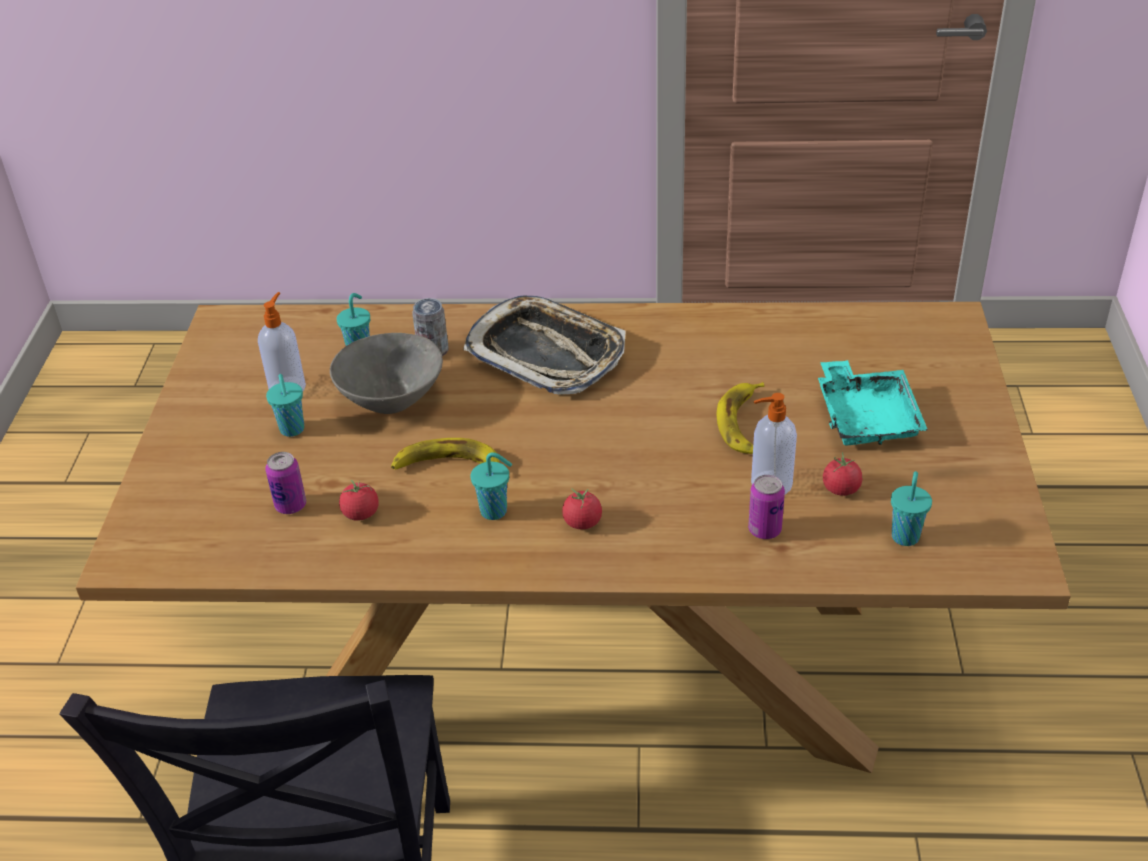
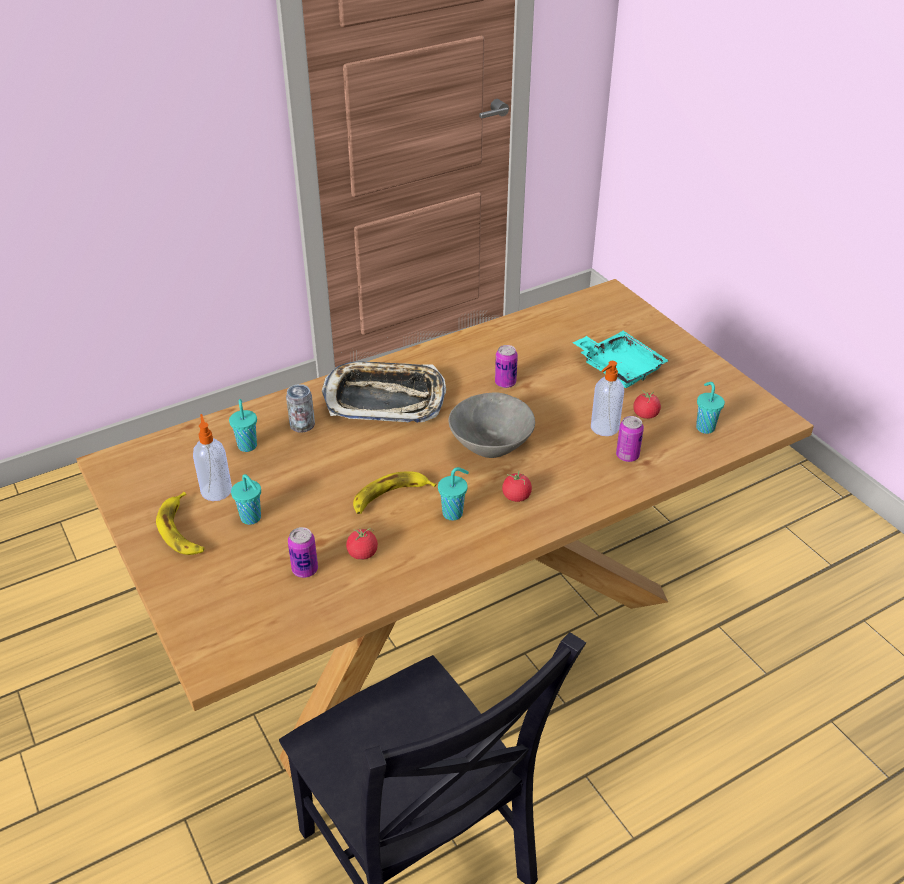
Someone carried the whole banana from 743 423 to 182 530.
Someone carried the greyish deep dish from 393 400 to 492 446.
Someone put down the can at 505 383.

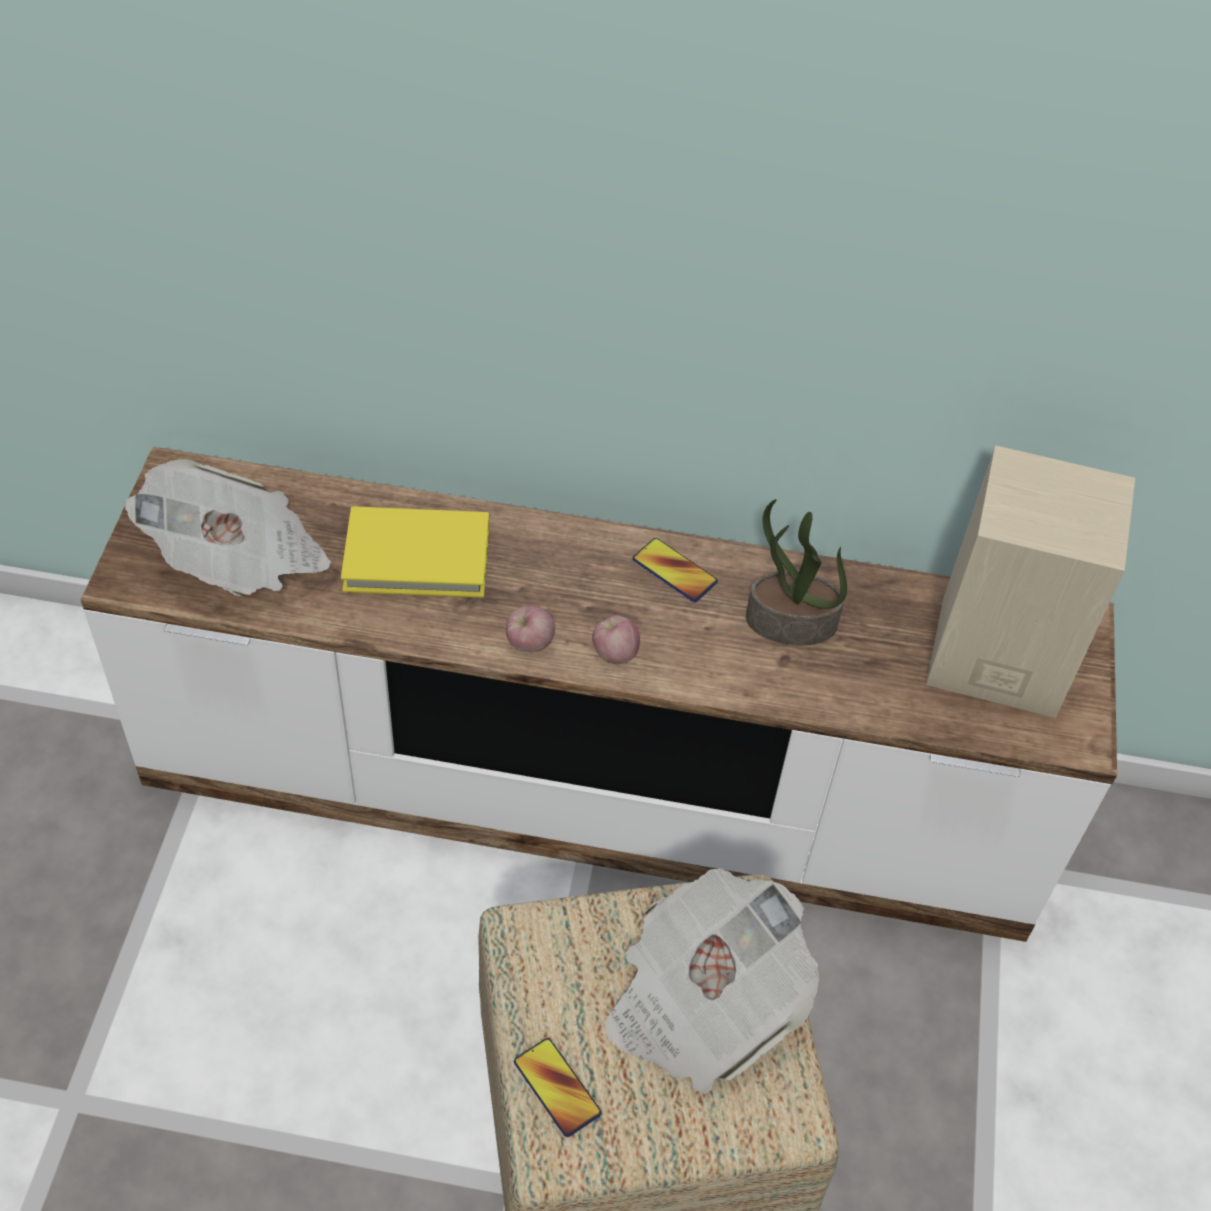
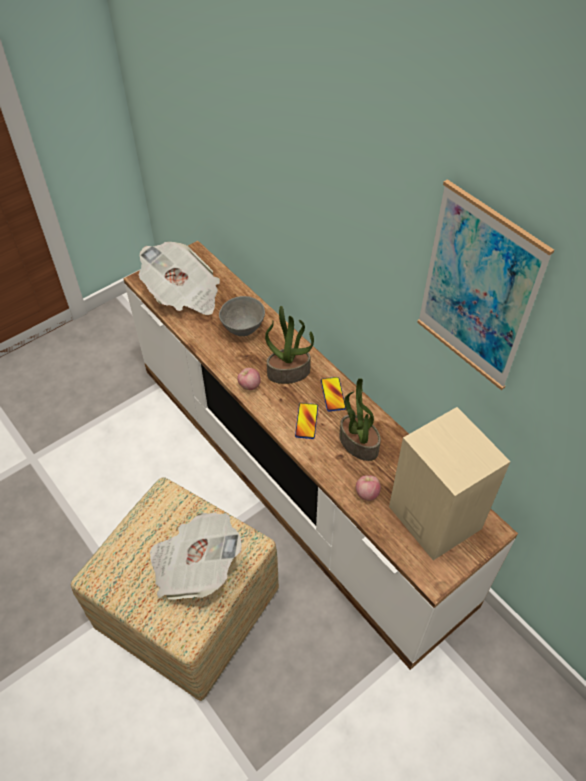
Someone swapped the yellowish volume at 417 557 for the greyish deep dish at 243 330.
Someone put down the plant in a pot at 289 372.
Someone carried the phone from 557 1088 to 306 421.
Someone carried the apple fruit from 614 653 to 367 493.
Someone put up the wall picture at 477 290.

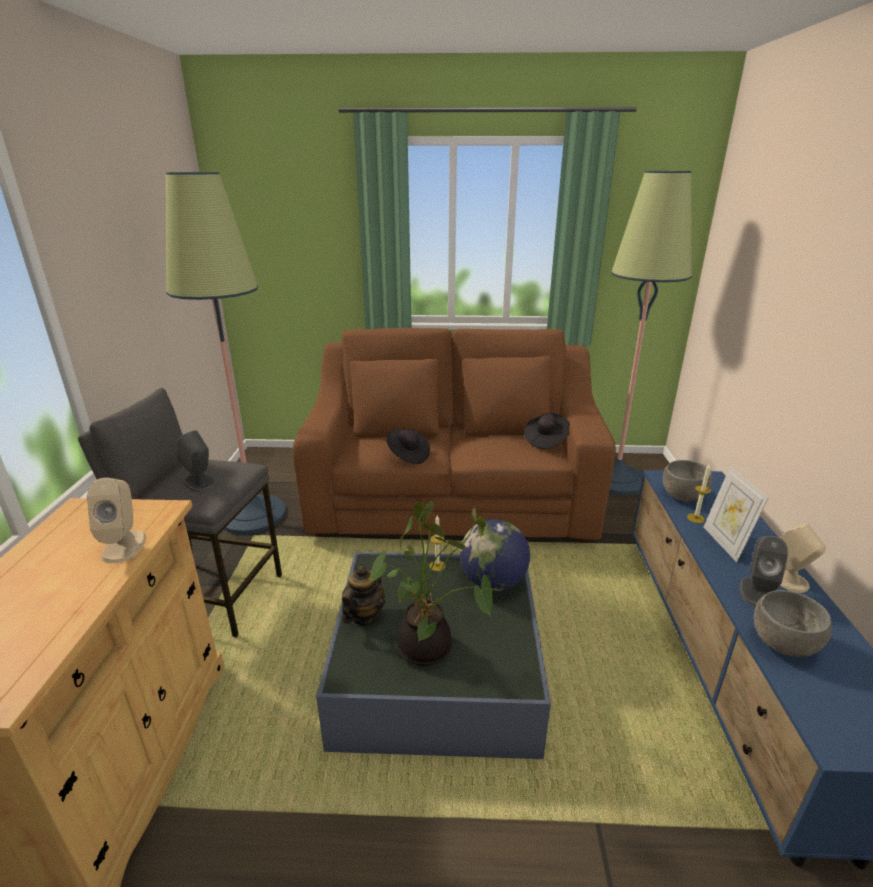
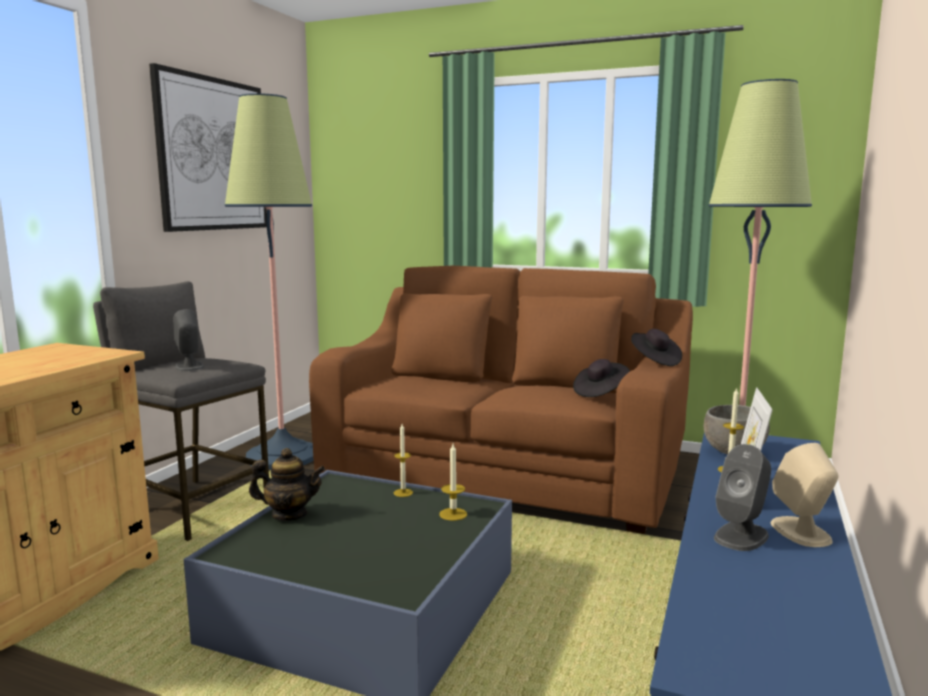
Someone put up the wall picture at 213 154.
Someone rotated the pot for tea at 364 615 by 45 degrees clockwise.
Someone swapped the world globe at 493 582 for the candle at 453 514.
Someone carried the black clothing hat from 408 455 to 654 361.
Someone took away the beige-coloured audio speaker at 124 546.
Someone took away the plant in a pot at 429 649.
Someone took away the greyish deep dish at 782 643.

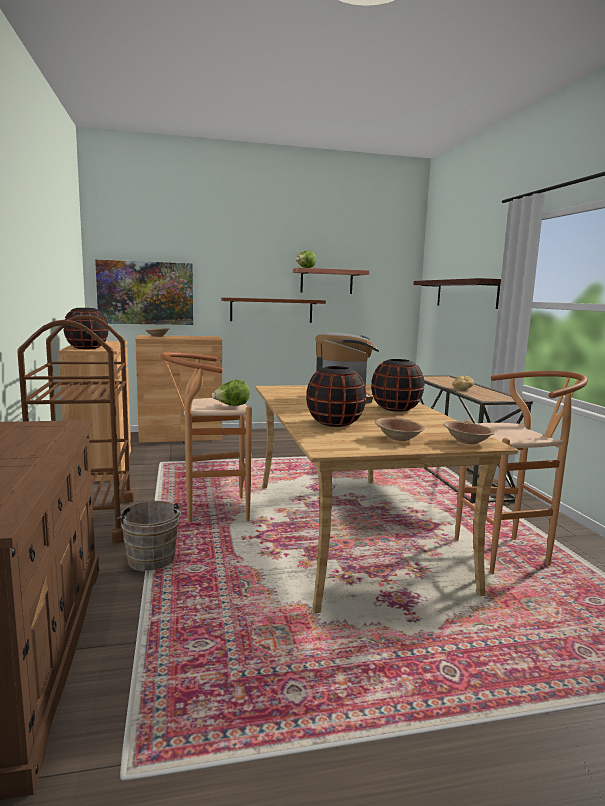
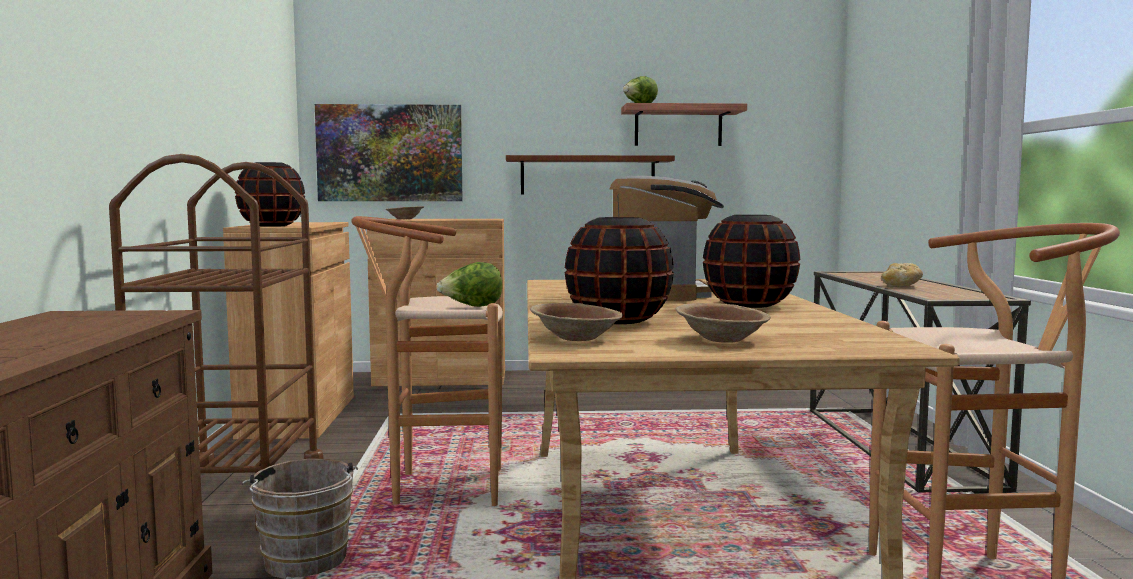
Someone carried the brownish deep dish from 467 441 to 576 338.
Someone took away the wall shelf at 466 293.

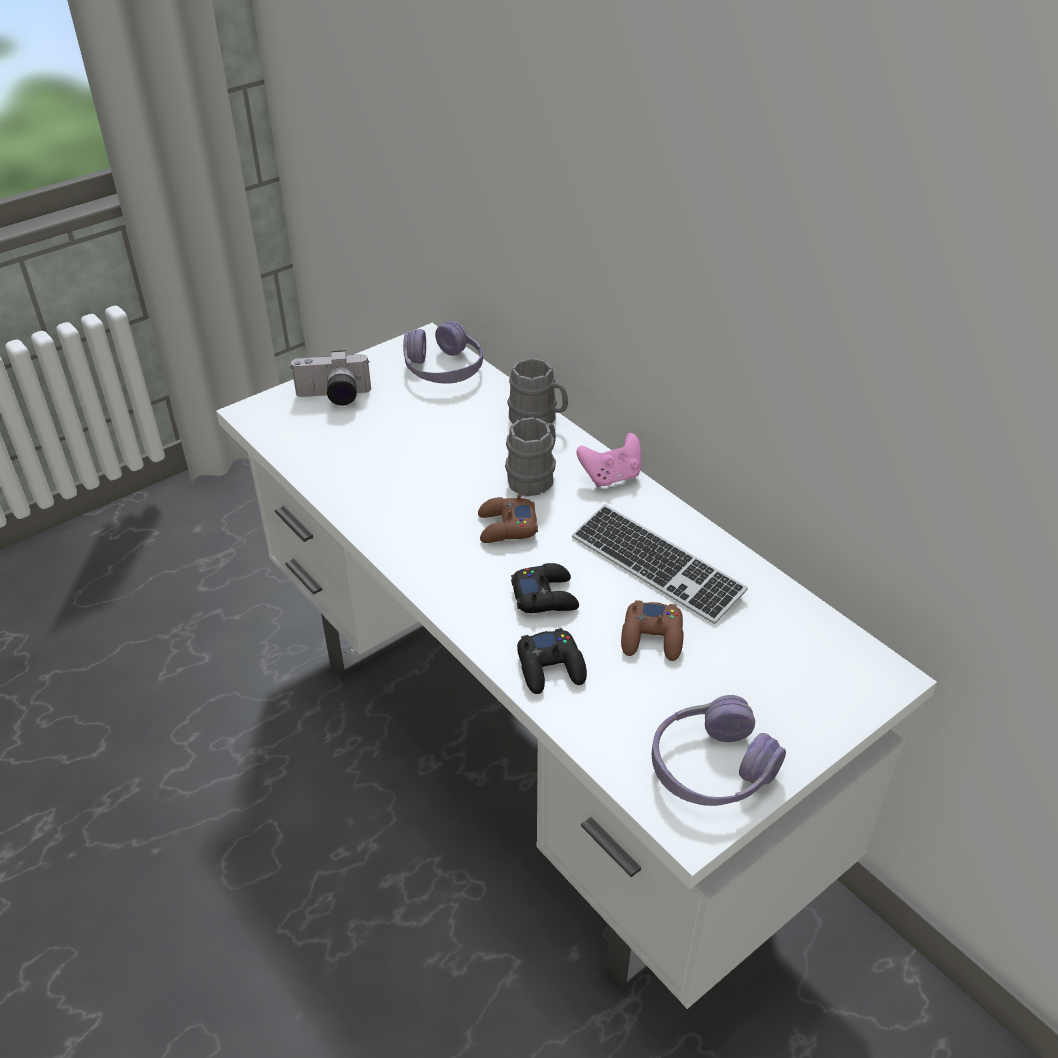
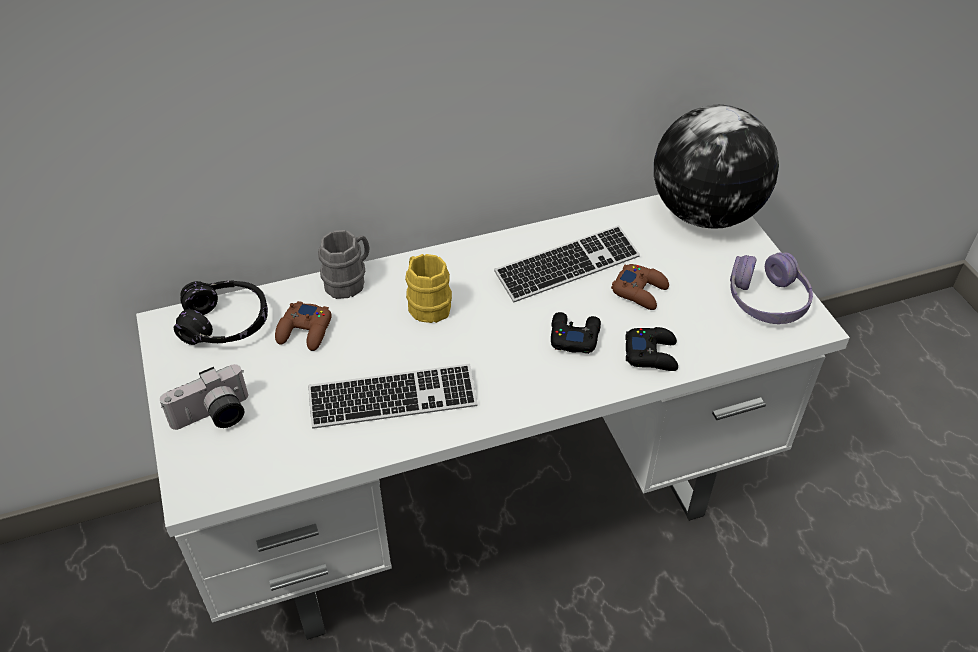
Someone rotated the still camera at 333 397 by 45 degrees clockwise.
Someone repainted the purplish headphones at 443 369, which became the black headphones at 225 323.
Someone carried the brownish game controller from 506 527 to 305 331.
Someone put down the keyboard at 393 399.
Someone repainted the greyish mug at 534 477, which became the yellowish mug at 426 304.
Someone put down the world globe at 704 214.
Someone took away the pinkish game controller at 611 477.

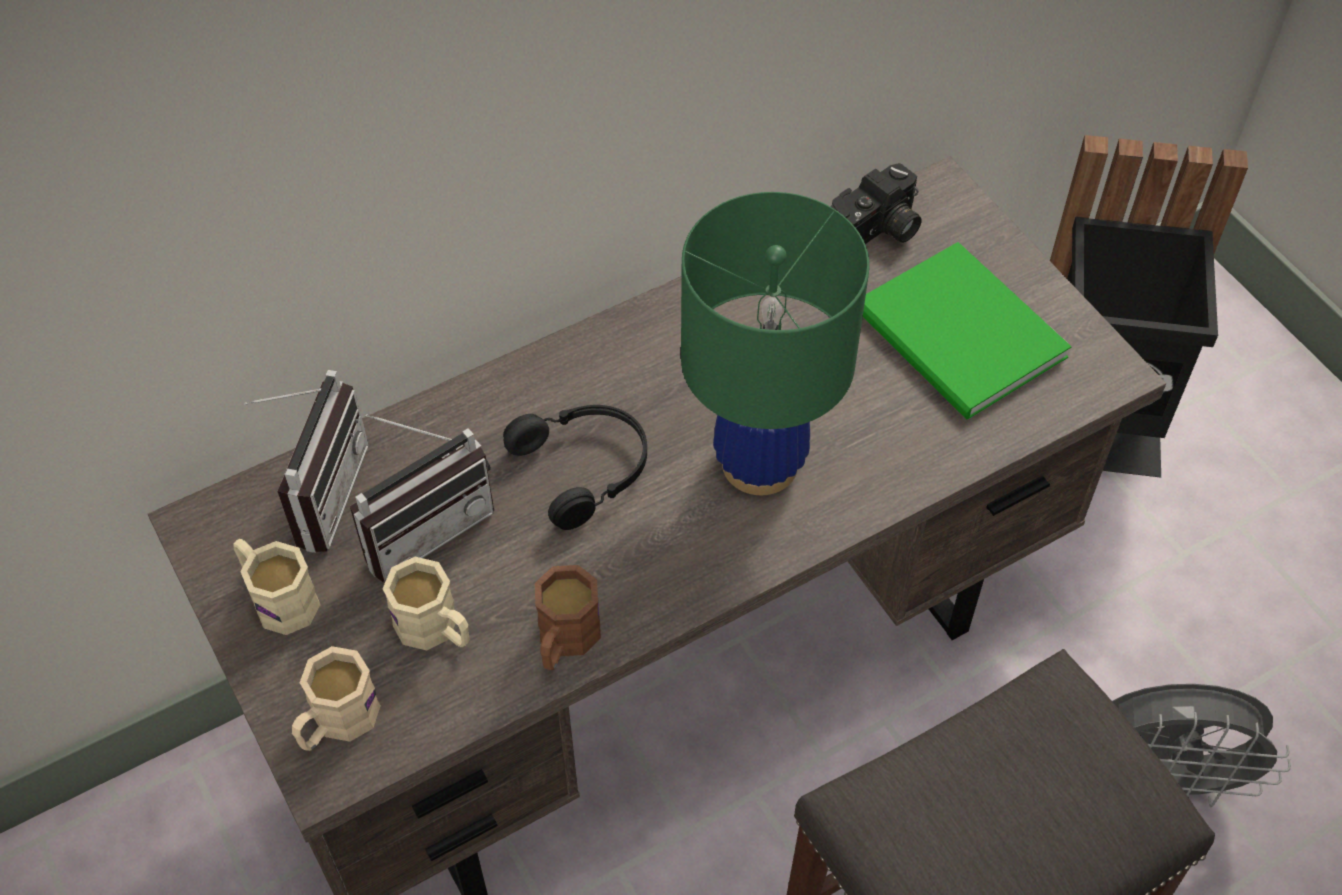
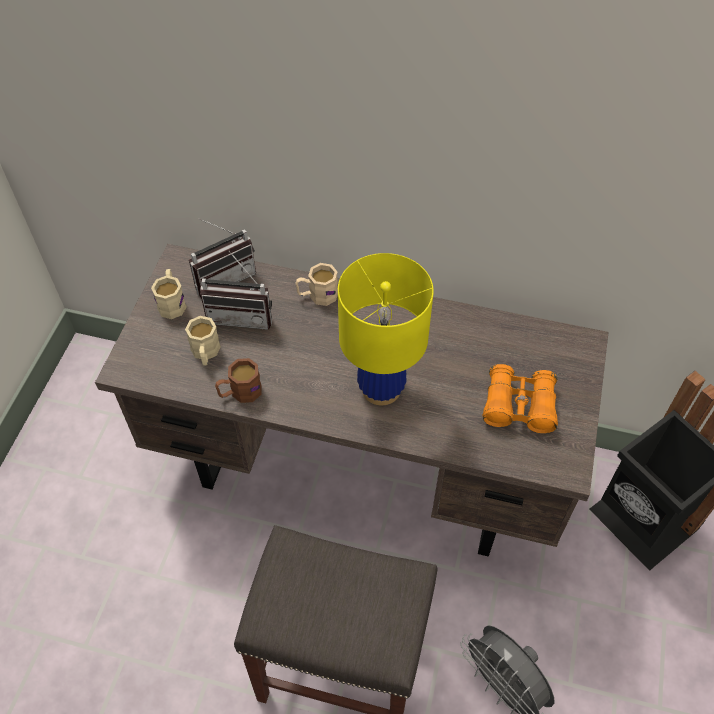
Someone carried the beige-coloured mug from 337 722 to 317 295.
Someone repainted the greenish table lamp at 759 464, which became the yellowish table lamp at 380 389.
Someone swapped the greenish volume at 960 340 for the orangey binoculars at 519 406.
Someone took away the black headphones at 585 468.
Someone took away the still camera at 876 232.

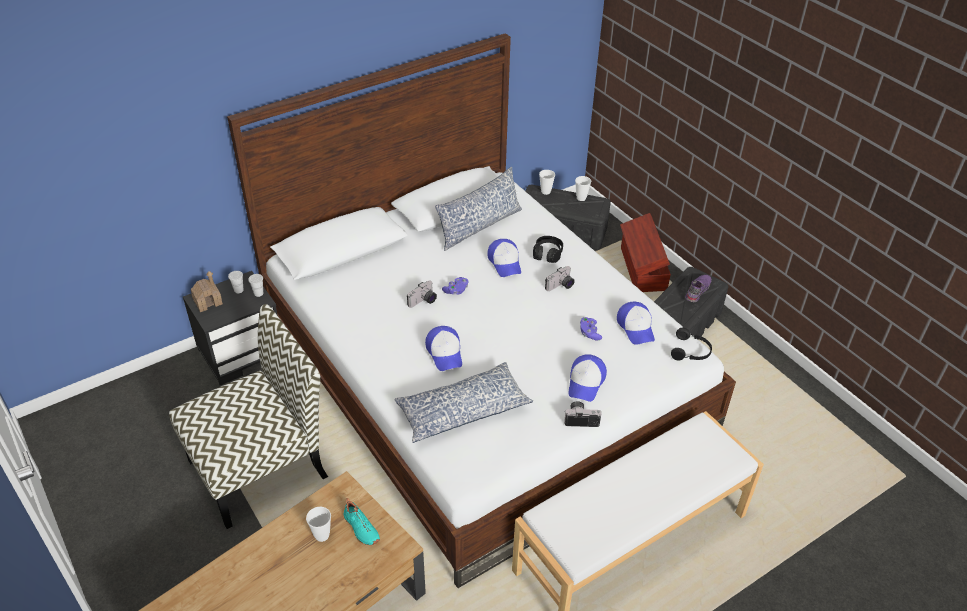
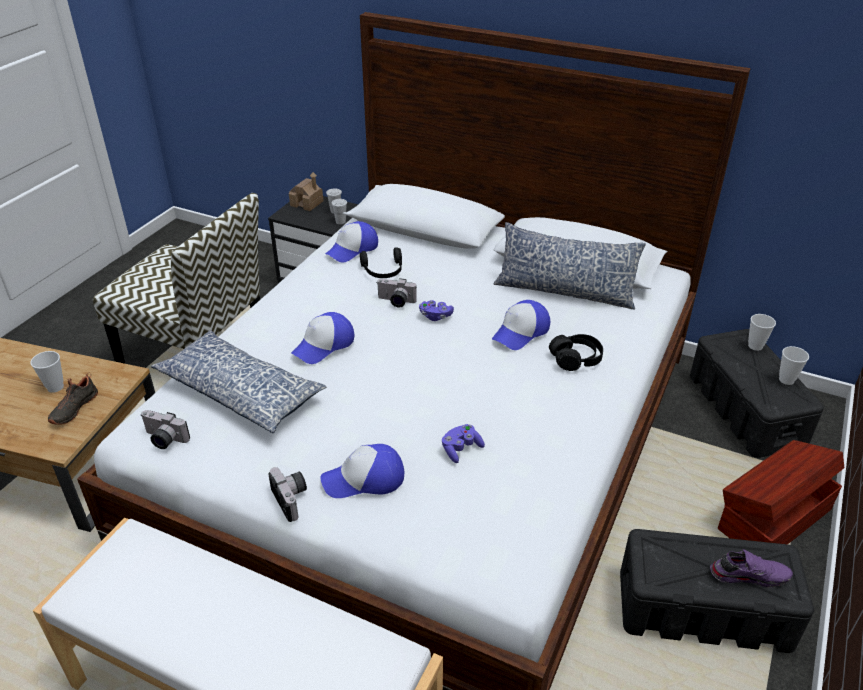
Someone repainted the blue-green item of footwear at 360 529, which became the black item of footwear at 73 408.
Someone carried the still camera from 560 286 to 163 440.
Someone carried the baseball cap from 636 327 to 352 249.
Someone carried the black headphones from 691 351 to 383 271.

